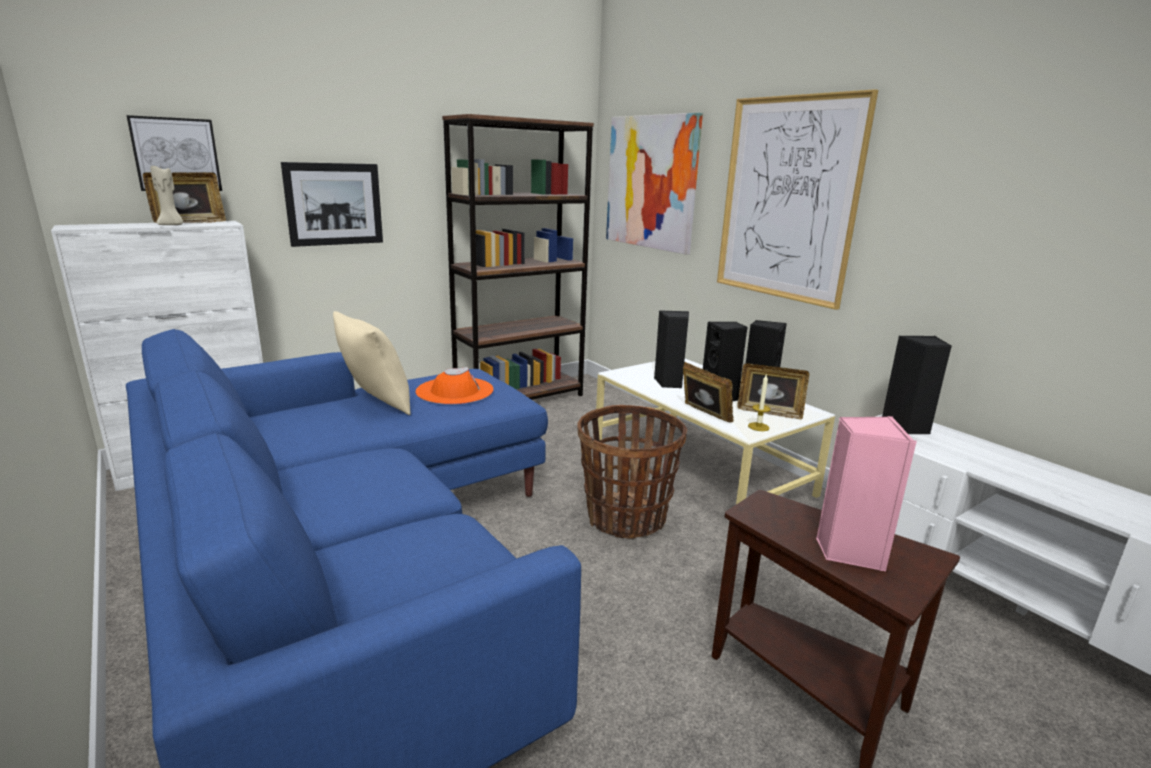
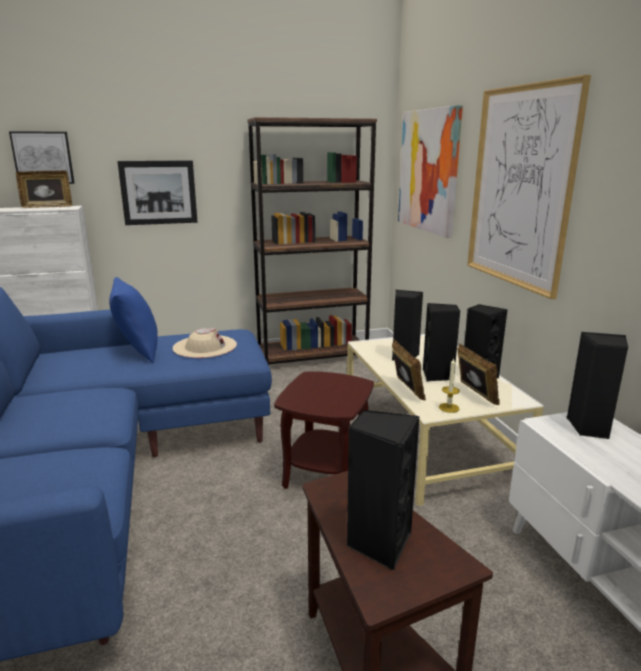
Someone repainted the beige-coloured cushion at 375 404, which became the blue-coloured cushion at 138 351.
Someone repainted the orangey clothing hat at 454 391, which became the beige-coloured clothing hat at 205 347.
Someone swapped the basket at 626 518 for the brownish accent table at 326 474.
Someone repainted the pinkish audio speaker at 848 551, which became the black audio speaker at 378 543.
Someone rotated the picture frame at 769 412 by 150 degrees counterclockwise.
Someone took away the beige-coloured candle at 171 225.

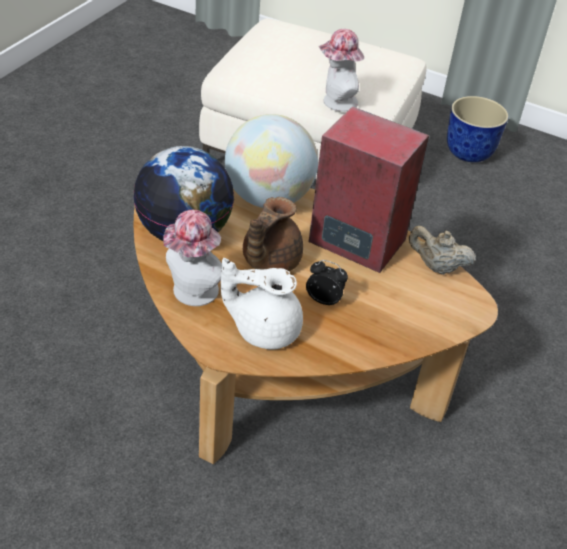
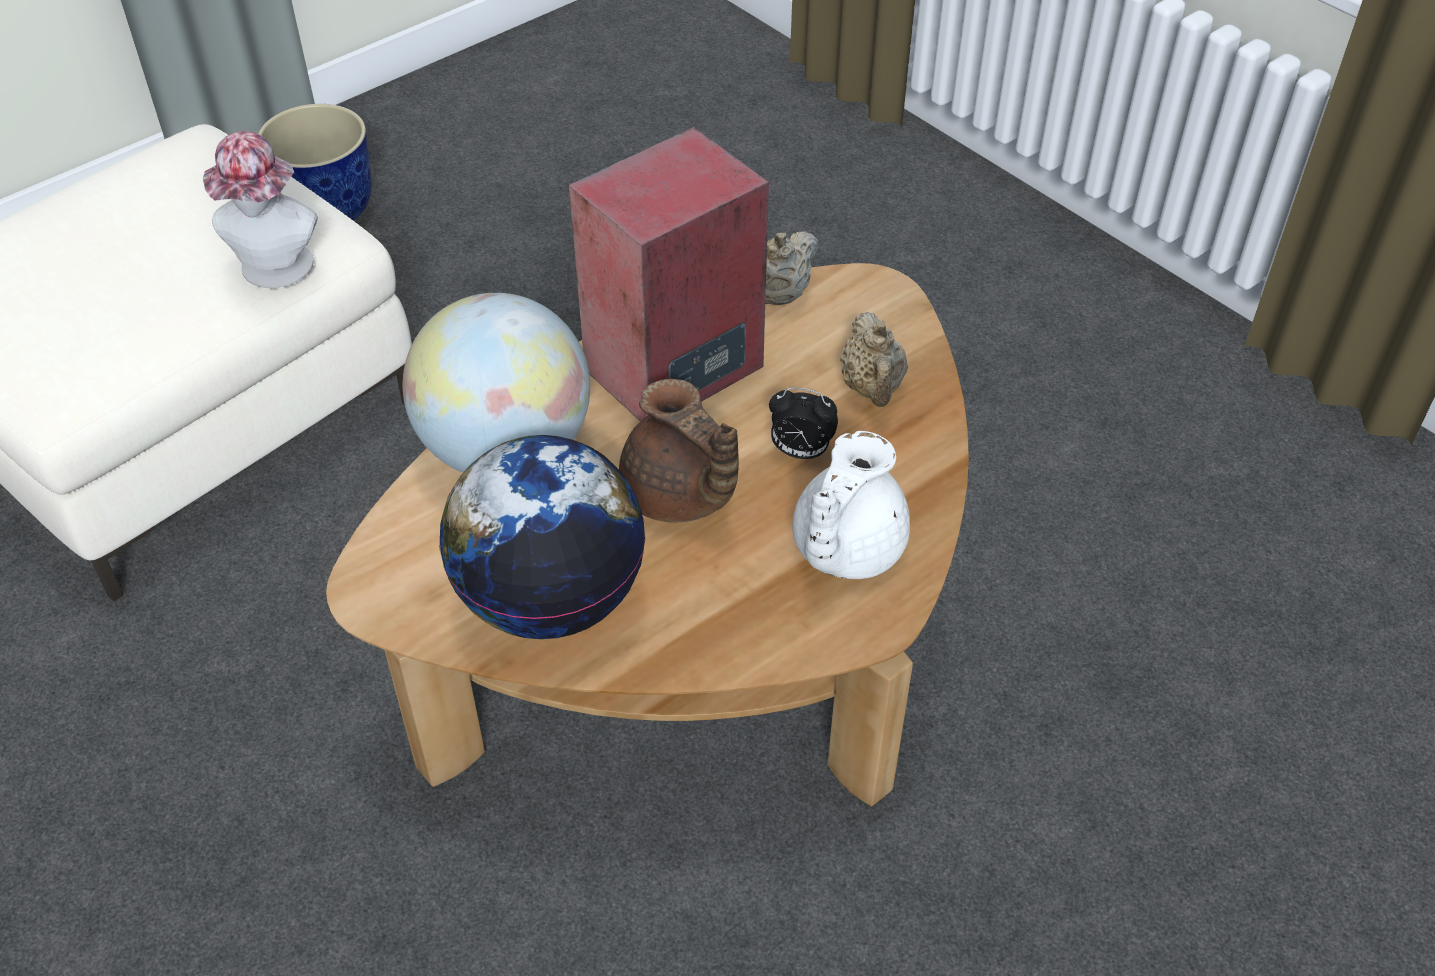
Someone rotated the bedside clock at 324 299 by 120 degrees counterclockwise.
Someone put down the beige-coloured pot for tea at 872 388.
Someone took away the clothing hat at 192 294.

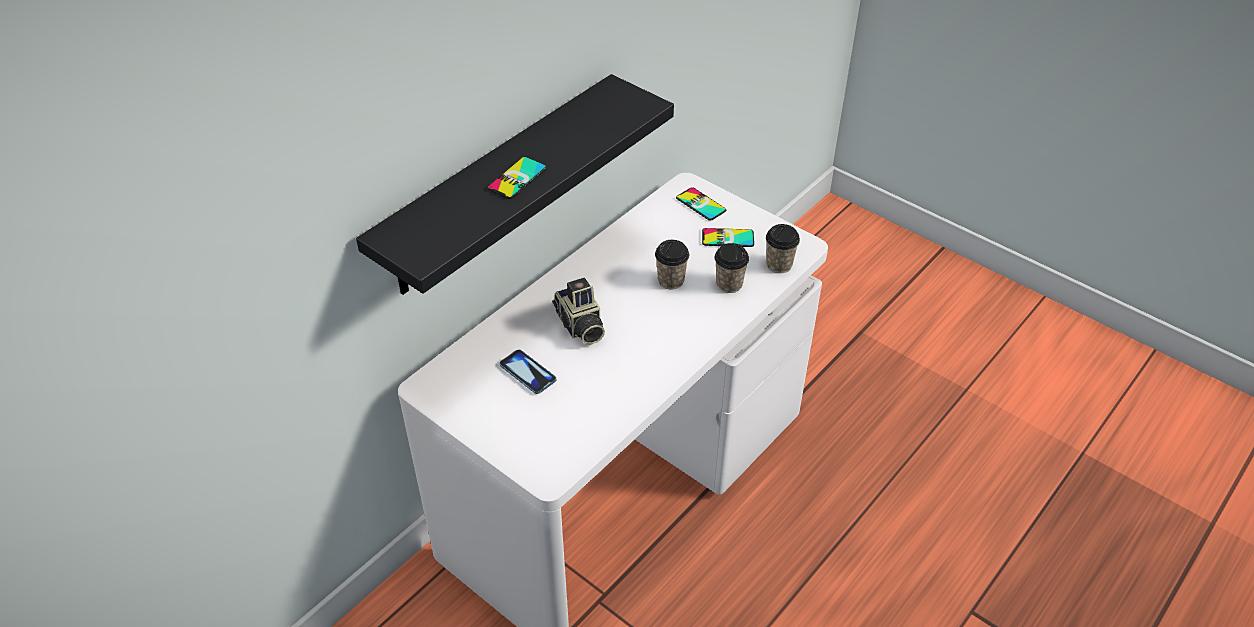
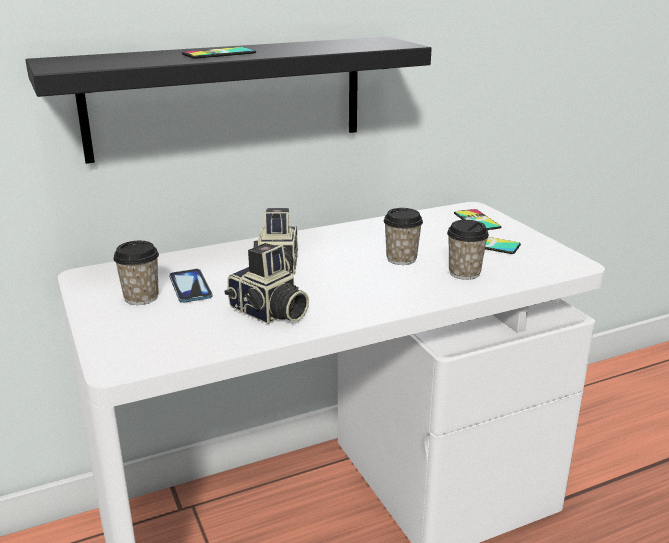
Someone carried the cup from 779 265 to 141 297.
Someone put down the still camera at 268 313.

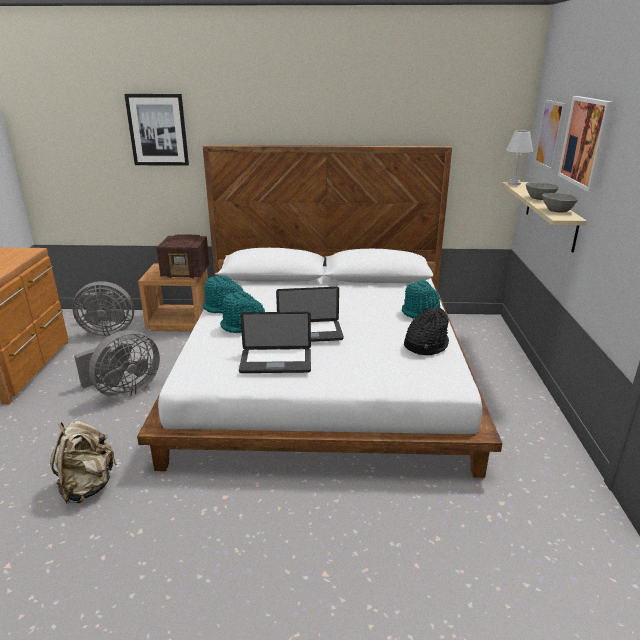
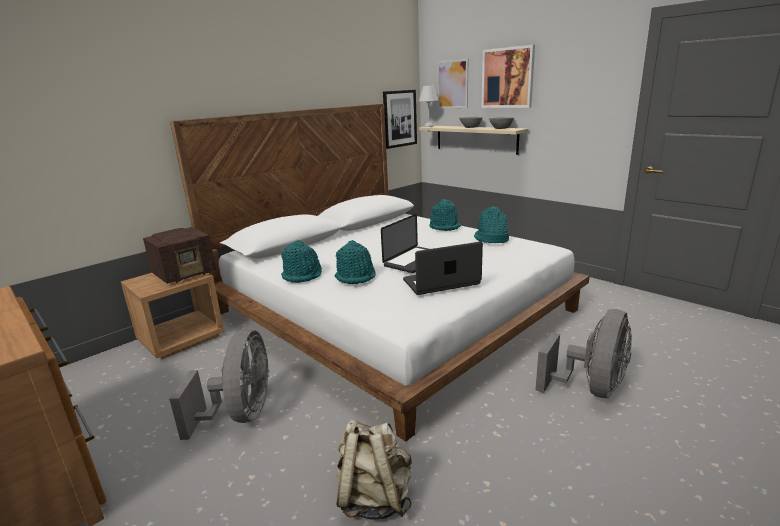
Someone carried the wall picture from 158 130 to 399 118.
Someone rotated the portable computer at 276 362 by 150 degrees counterclockwise.
Someone repainted the black clothing hat at 425 345, which became the blue-green clothing hat at 491 239.
Someone carried the greyish cooling fan from 107 331 to 590 388.

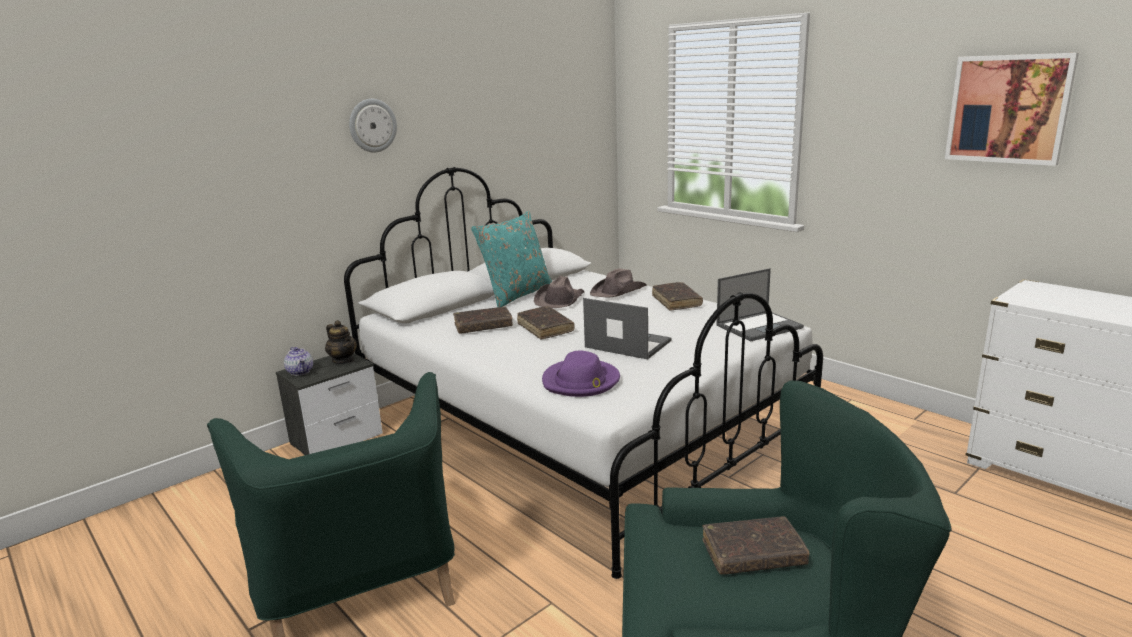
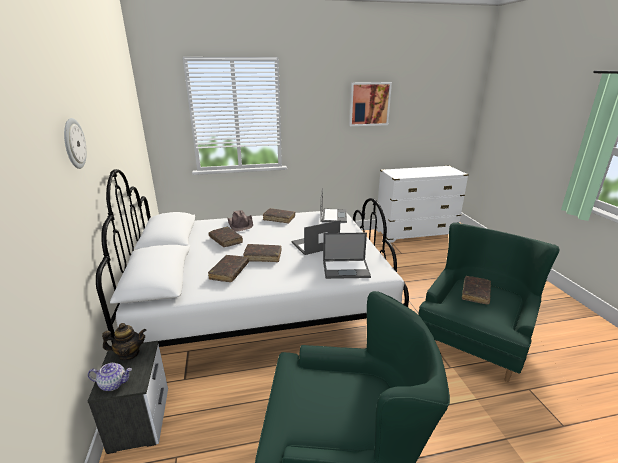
Someone swapped the brownish clothing hat at 559 300 for the brownish volume at 225 240.
Someone swapped the purplish clothing hat at 581 382 for the portable computer at 346 269.
Someone took away the blue-green cushion at 516 295.

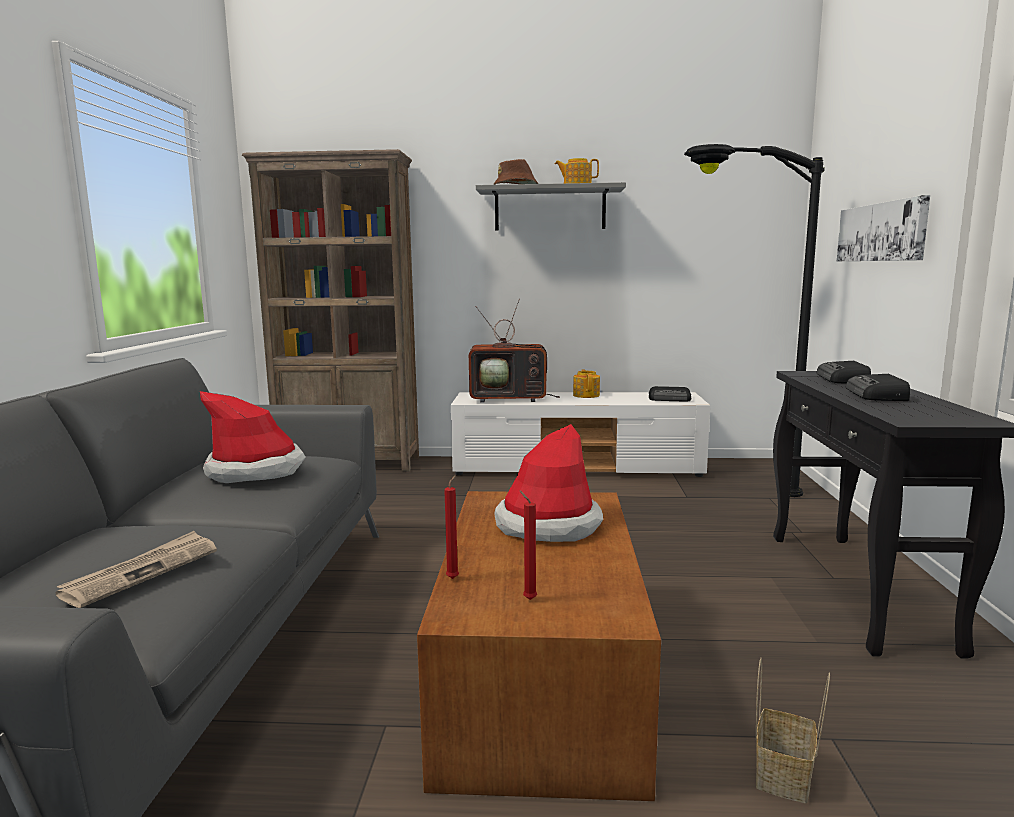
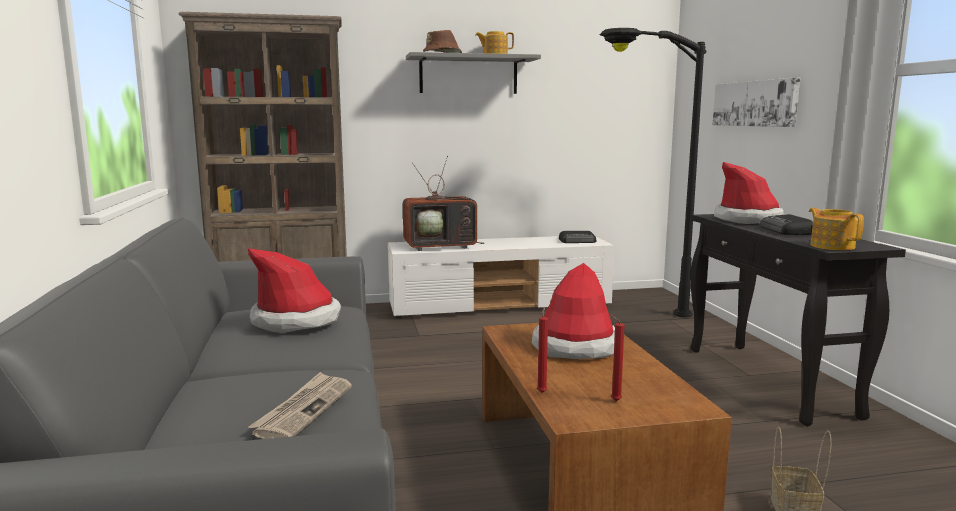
Someone swapped the radio at 843 379 for the clothing hat at 748 219.
Someone carried the pot for tea from 586 395 to 832 246.

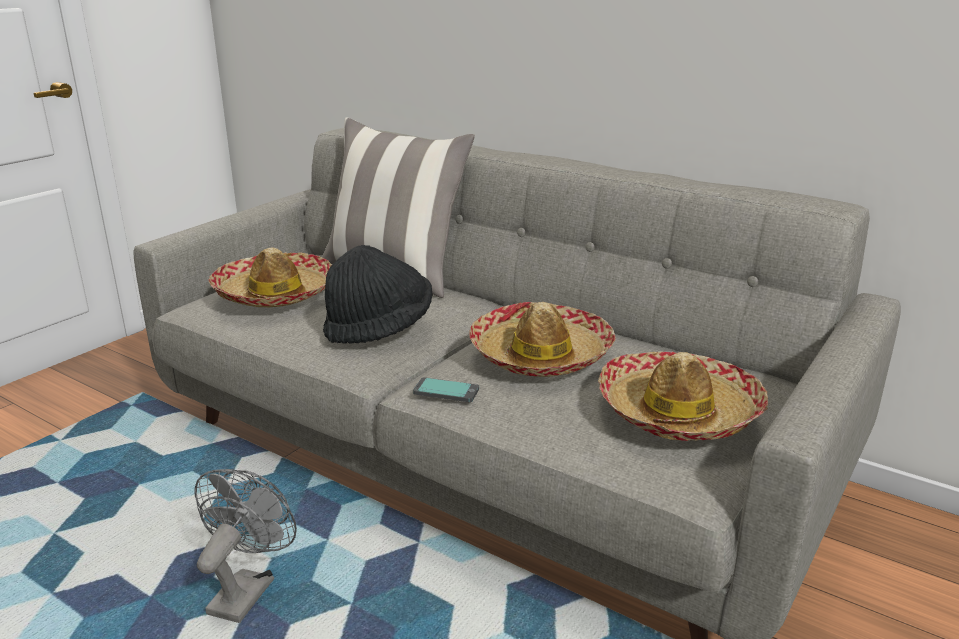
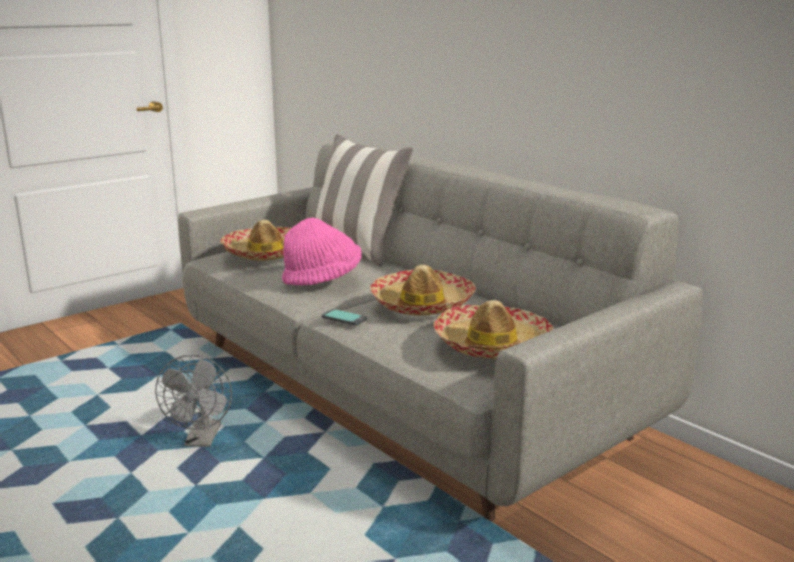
Someone rotated the greyish cooling fan at 247 589 by 150 degrees clockwise.
Someone repainted the black clothing hat at 379 328, which became the pinkish clothing hat at 322 279.

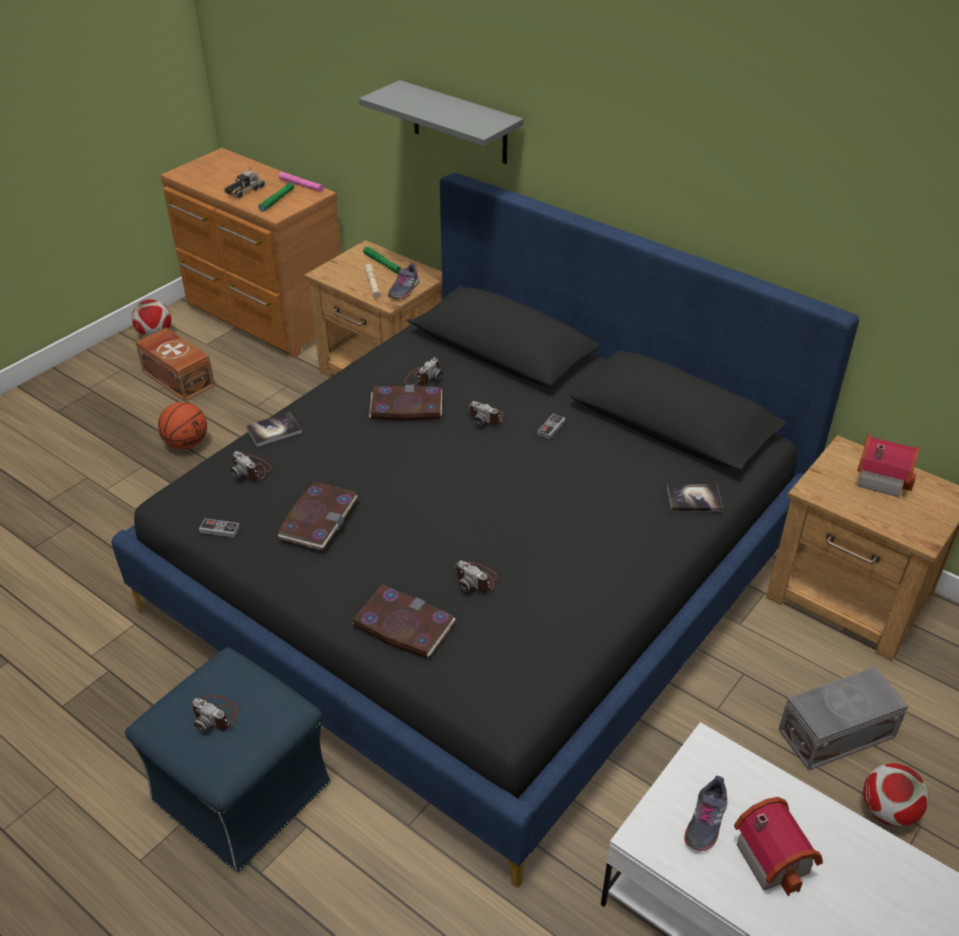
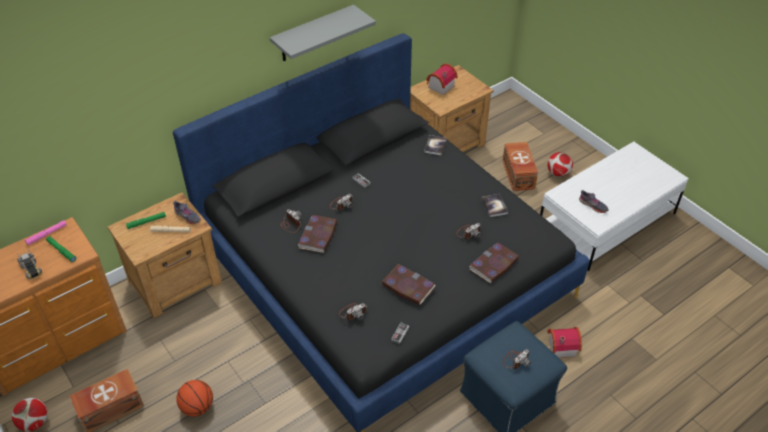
Someone carried the greyish wall shelf from 459 123 to 313 34.
Someone carried the volume from 274 430 to 494 206.
Someone repainted the greyish storage container at 834 732, which became the brownish storage container at 517 175.
Someone carried the model house from 775 856 to 560 346.

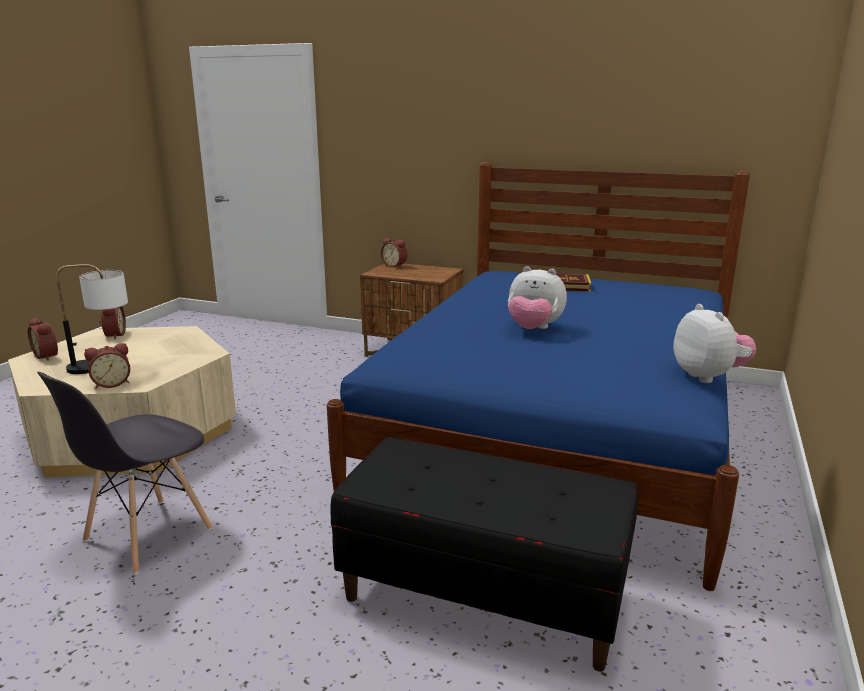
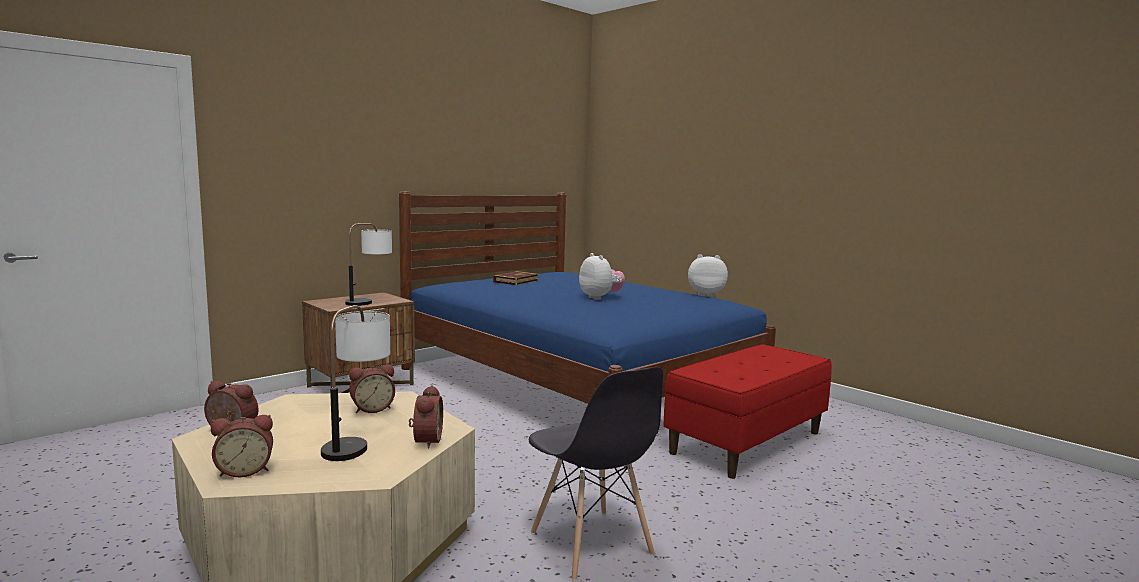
Someone put down the table lamp at 370 301.
Someone carried the bedside clock from 395 265 to 372 409.
Someone rotated the plush toy at 533 329 by 75 degrees counterclockwise.
Someone repainted the black indoor bench at 483 595, which became the red-coloured indoor bench at 746 442.

